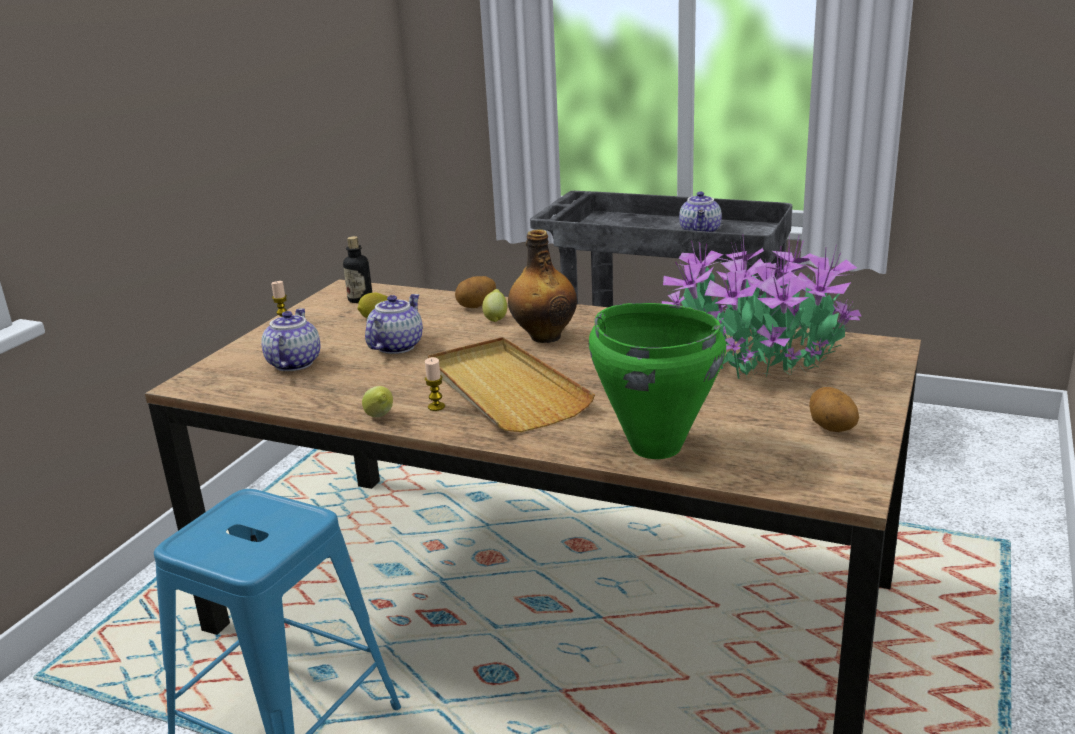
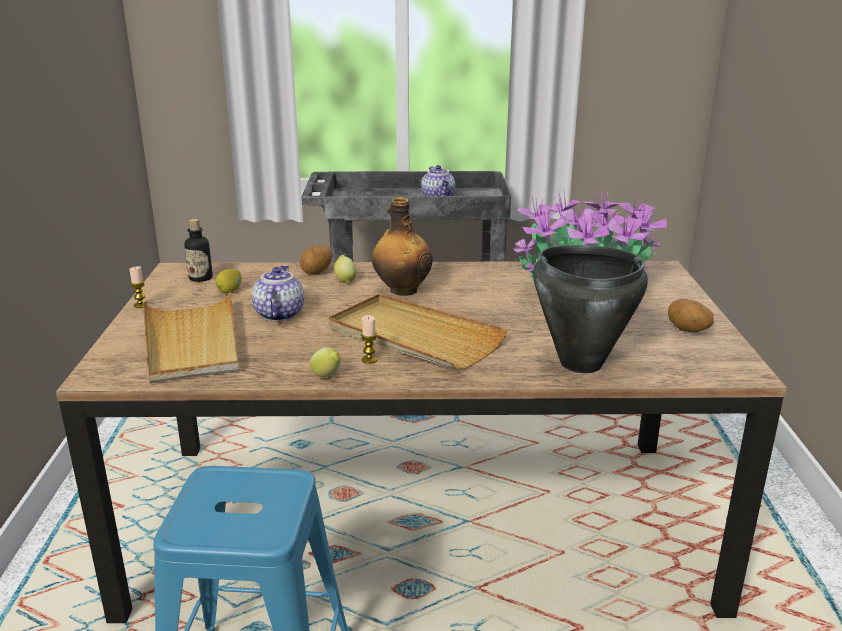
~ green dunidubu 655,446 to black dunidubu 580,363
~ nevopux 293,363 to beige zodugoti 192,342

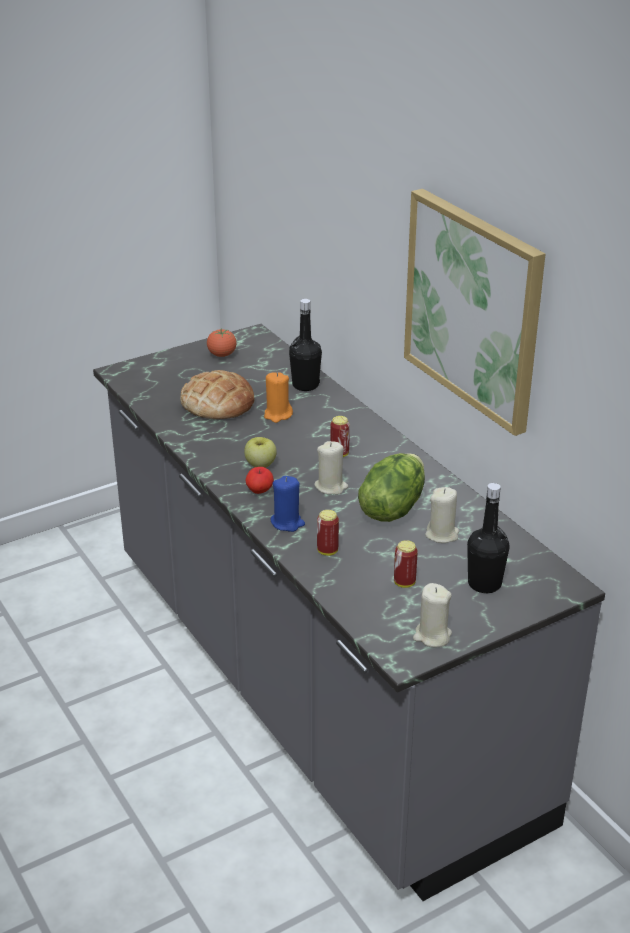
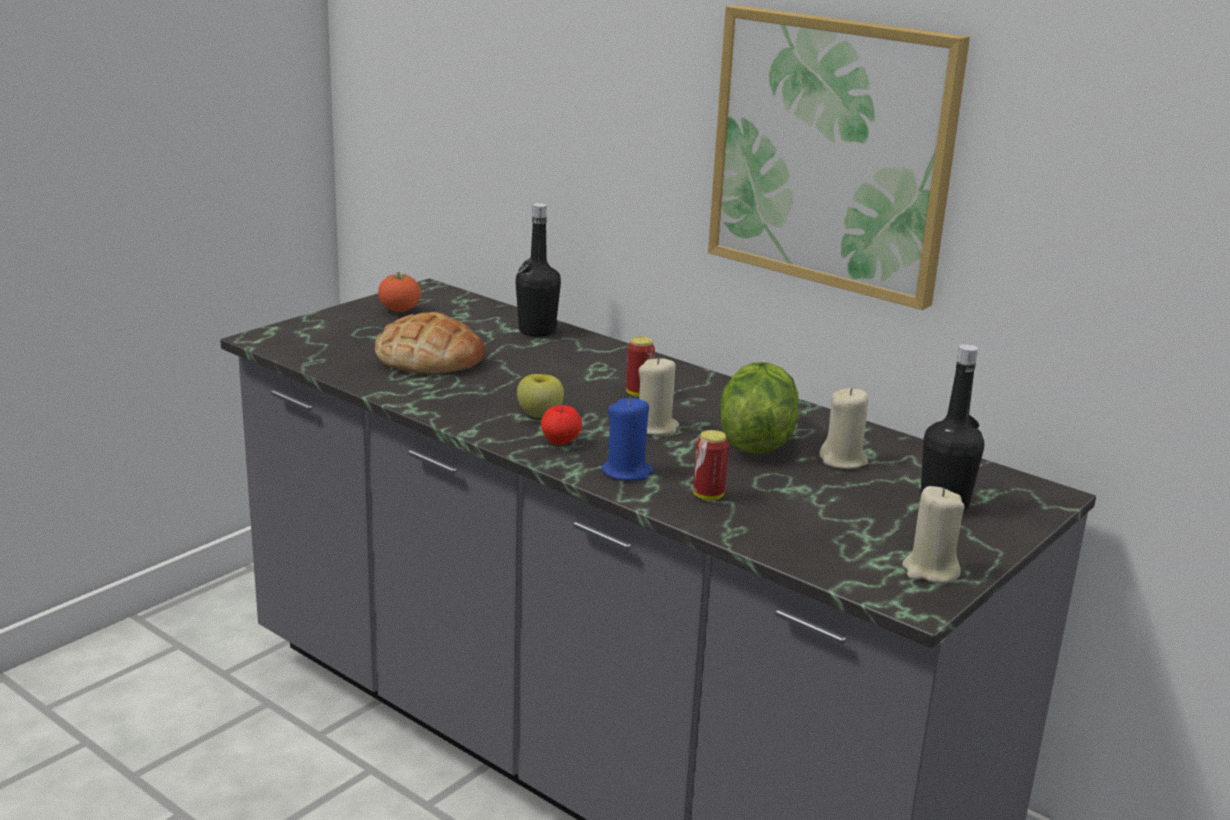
- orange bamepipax 277,415
- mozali 404,583

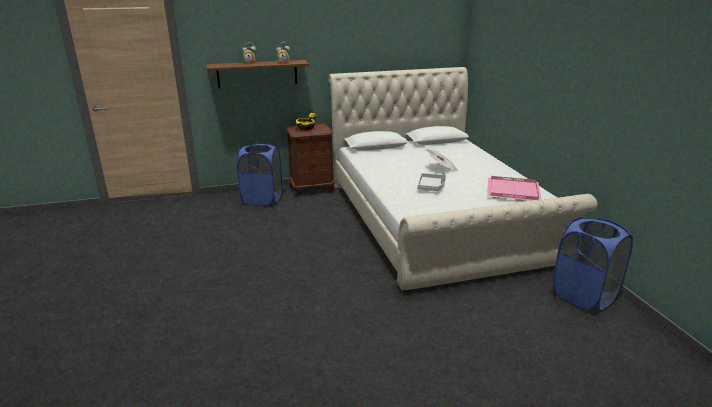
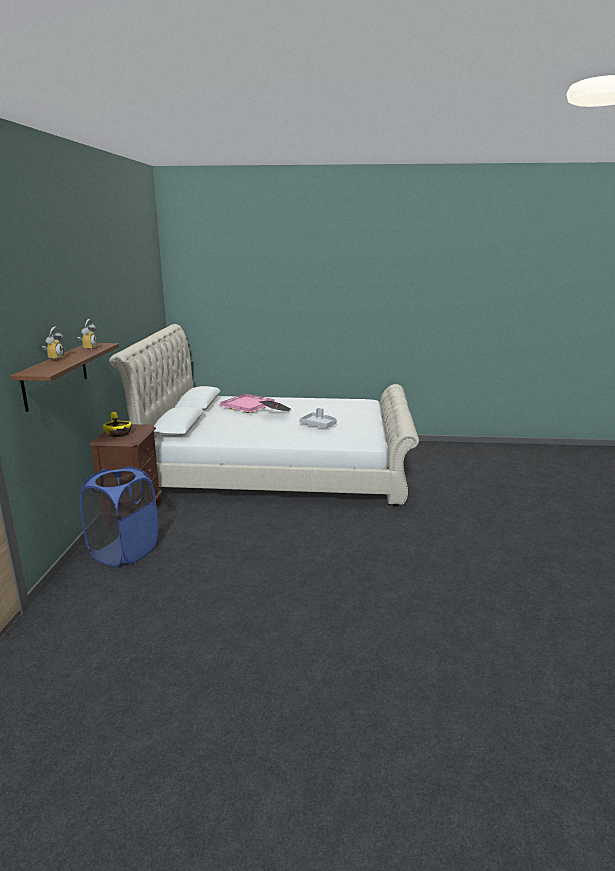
~ pink zodugoti 514,191 to 247,405
- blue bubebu 584,296

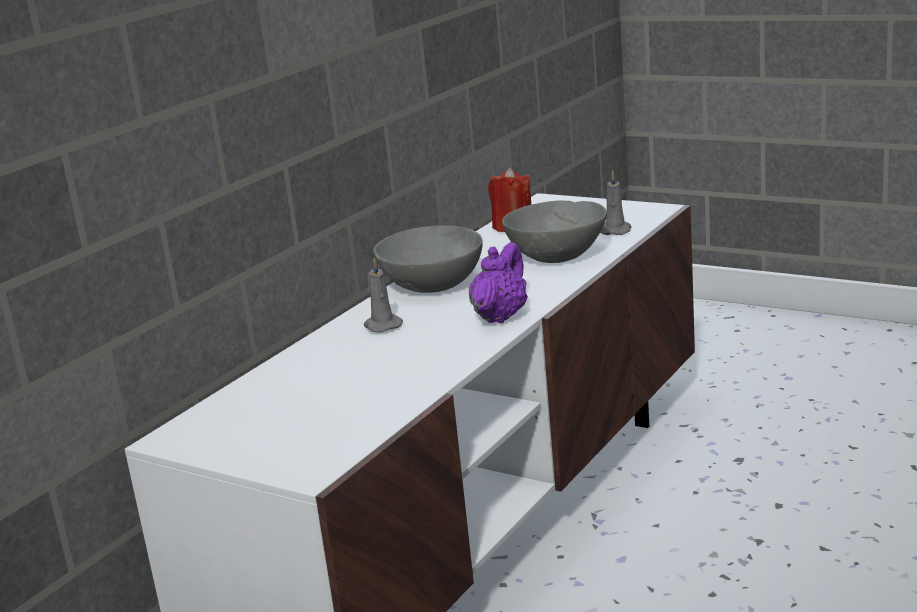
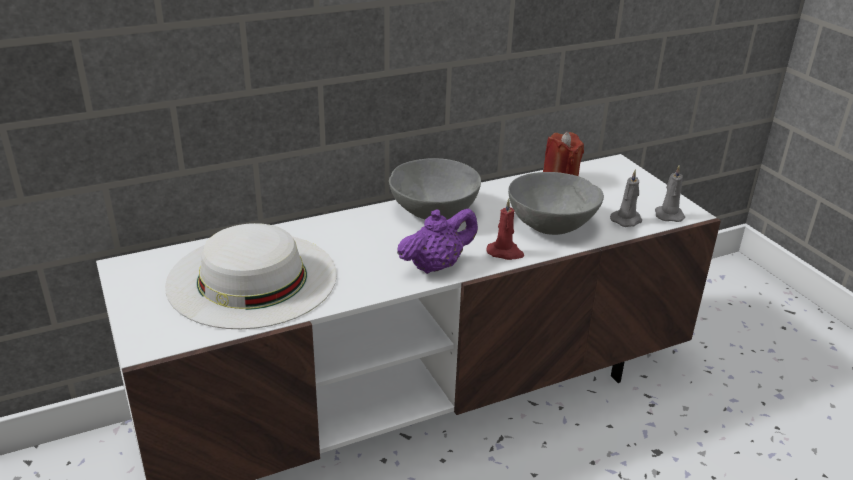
~ grey bamepipax 382,325 to 668,215
+ red bamepipax 505,252
+ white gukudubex 252,278

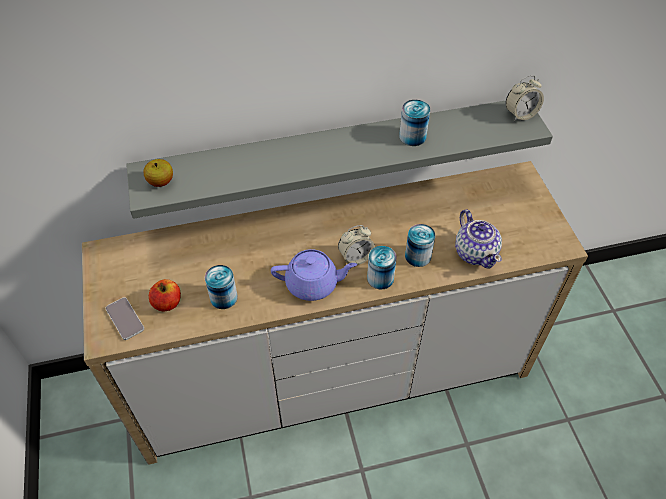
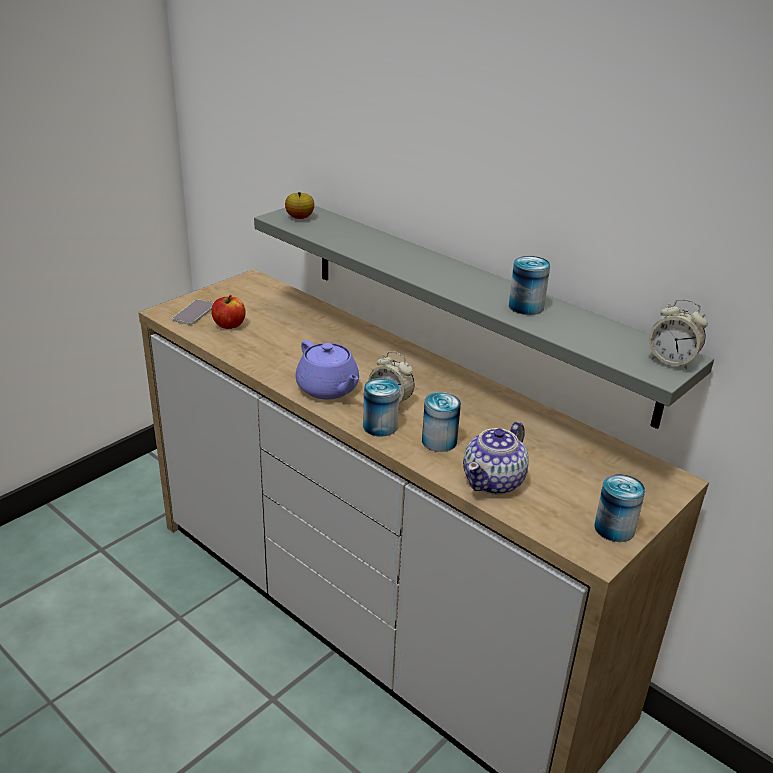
~ mozali 223,297 to 614,528

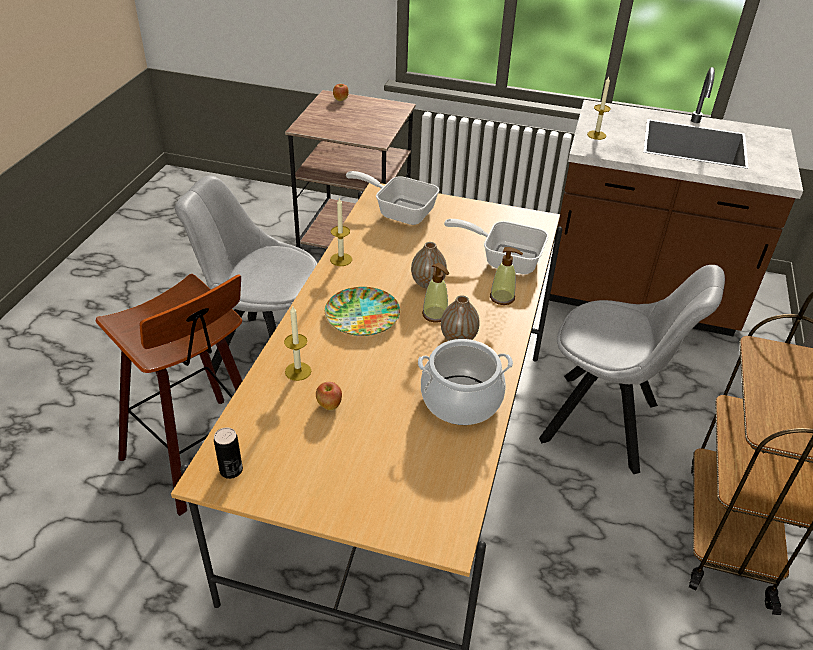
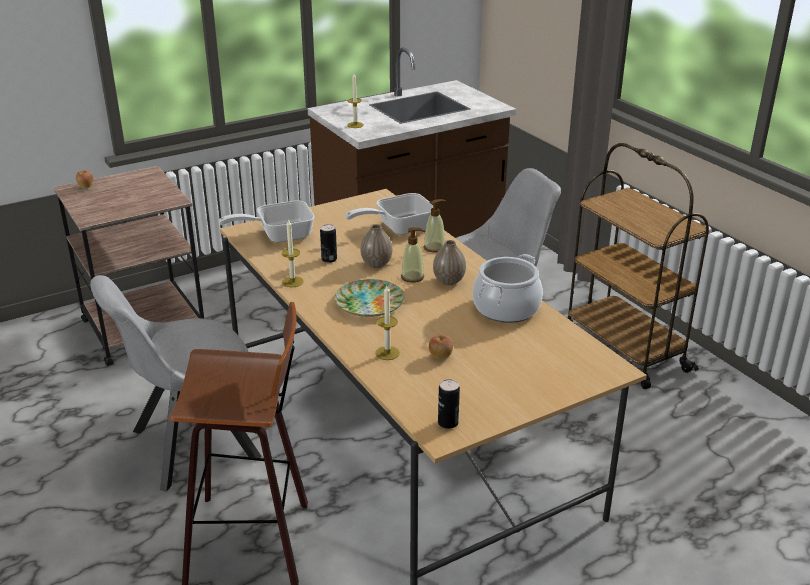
+ mozali 329,259

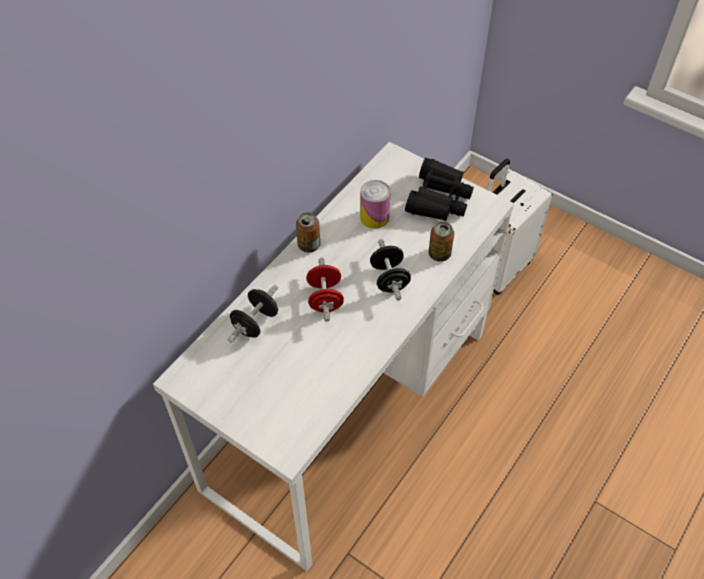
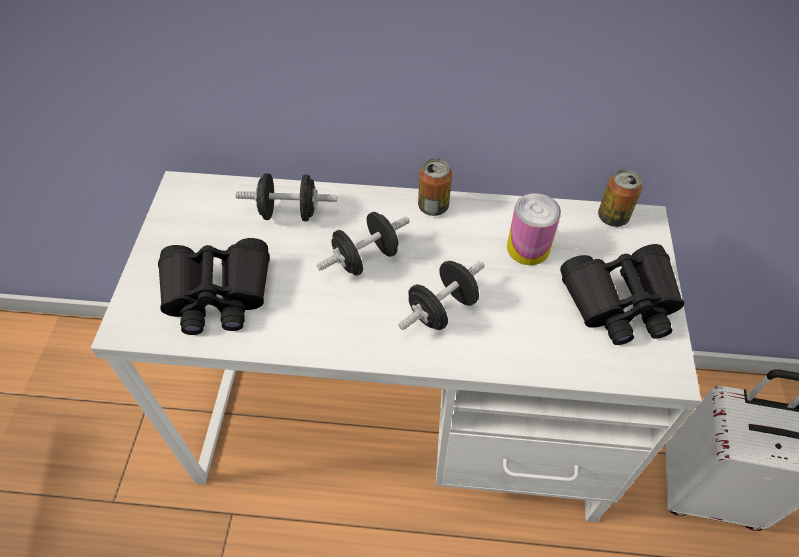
~ mozali 439,254 to 612,217
~ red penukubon 325,298 to black penukubon 365,258
+ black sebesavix 217,294

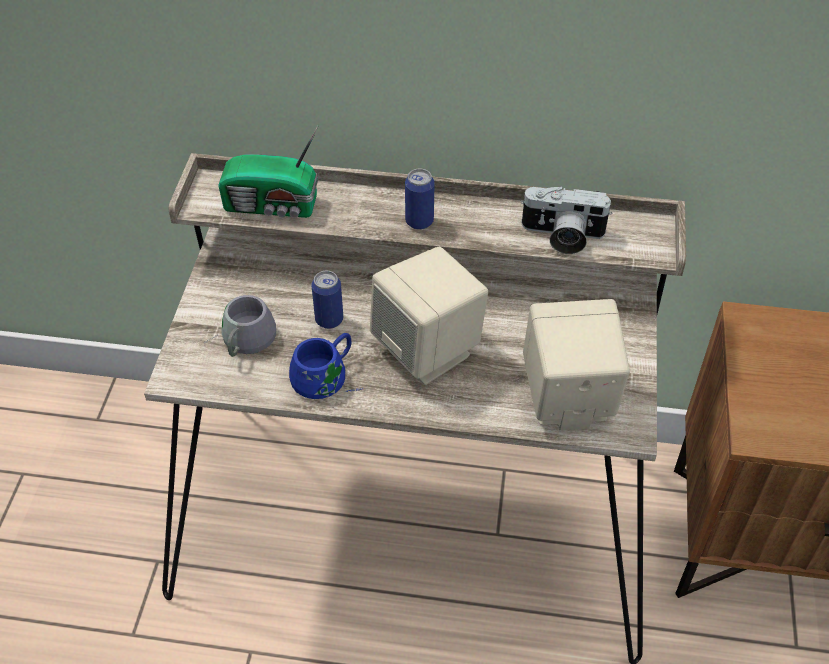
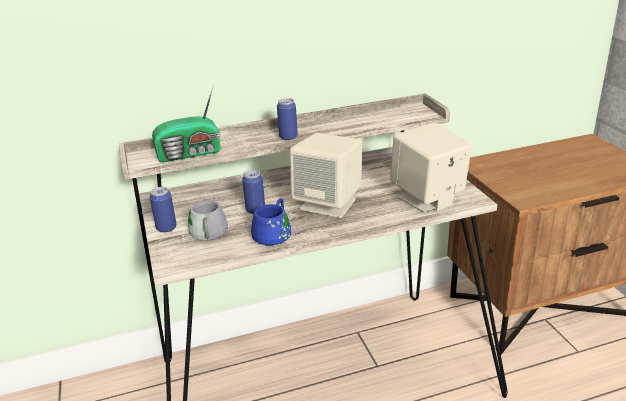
- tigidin 562,236
+ mozali 166,228

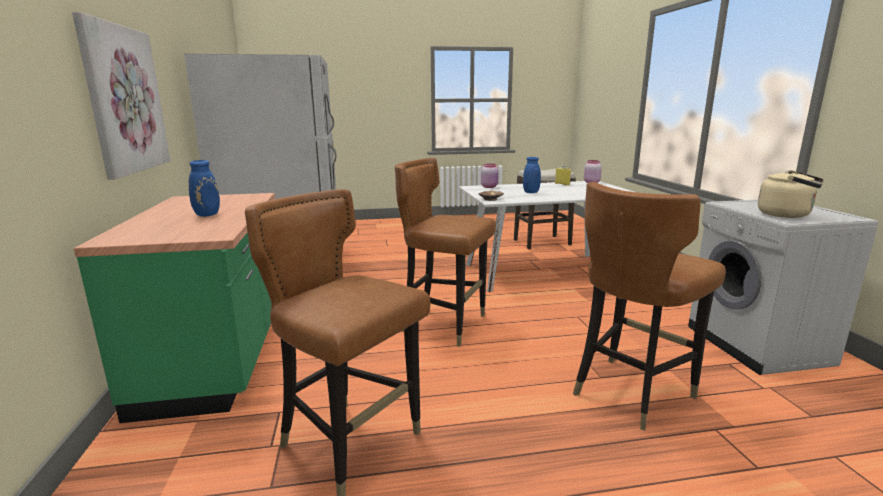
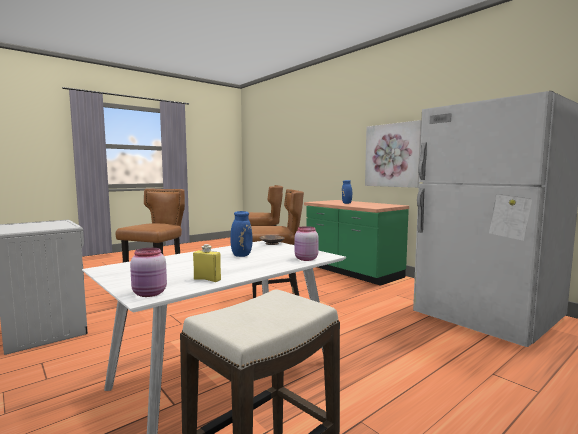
- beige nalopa 787,215

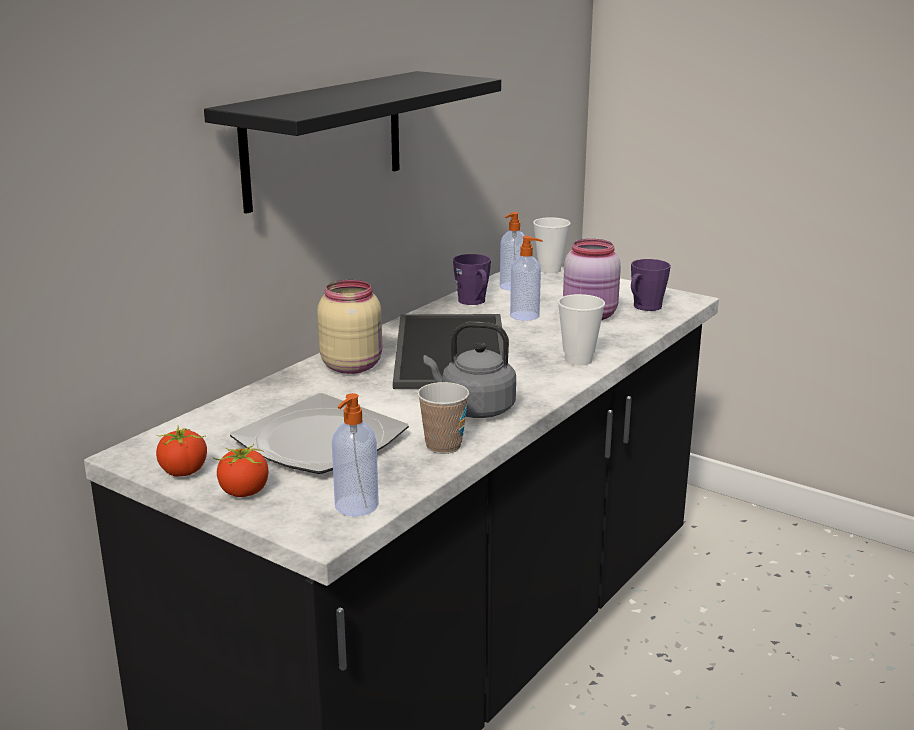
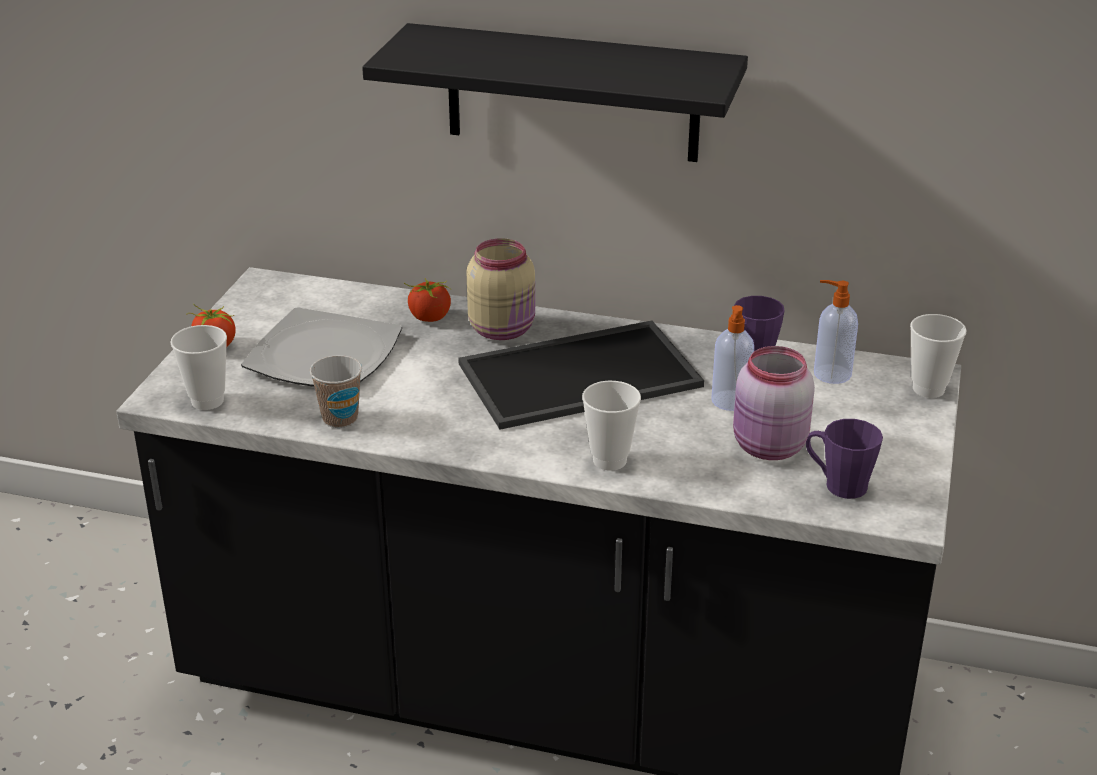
- grey nalopa 474,409
~ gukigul 355,506 to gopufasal 207,401
~ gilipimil 184,472 to 429,318

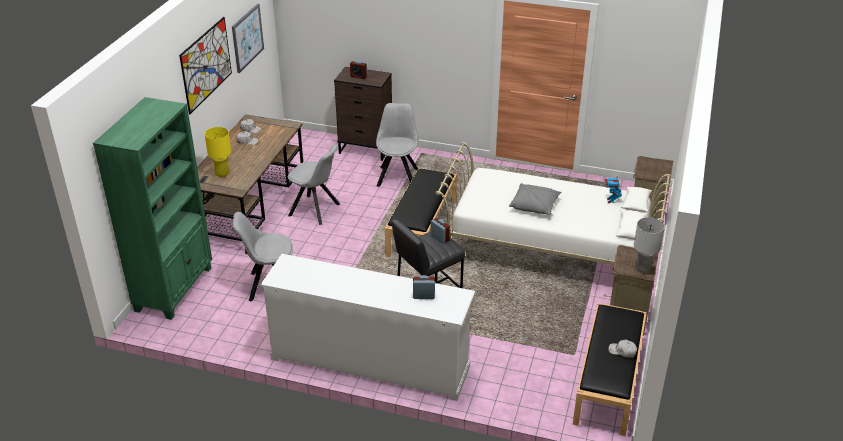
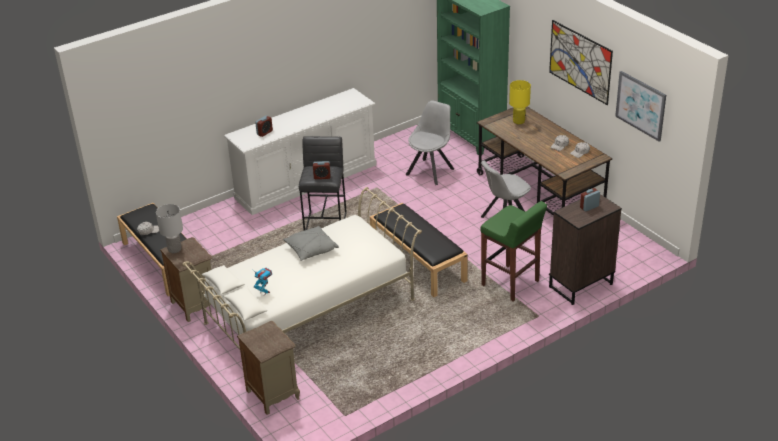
~ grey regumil 398,176 to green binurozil 511,284

